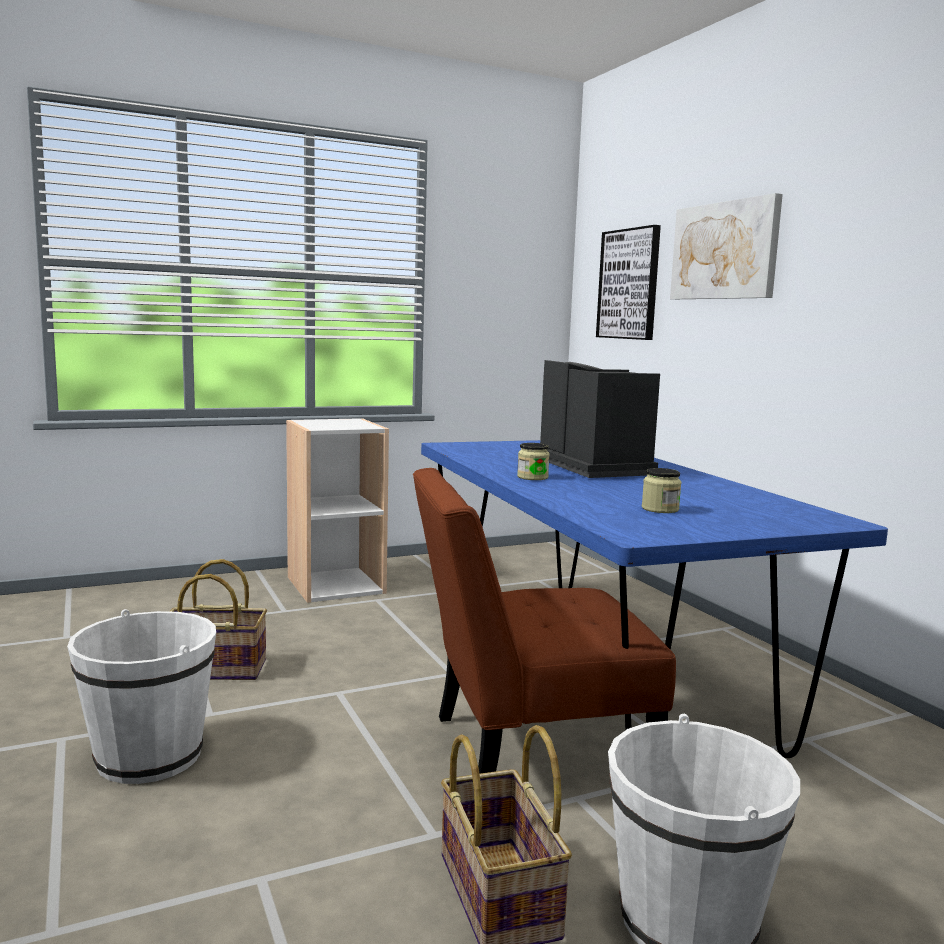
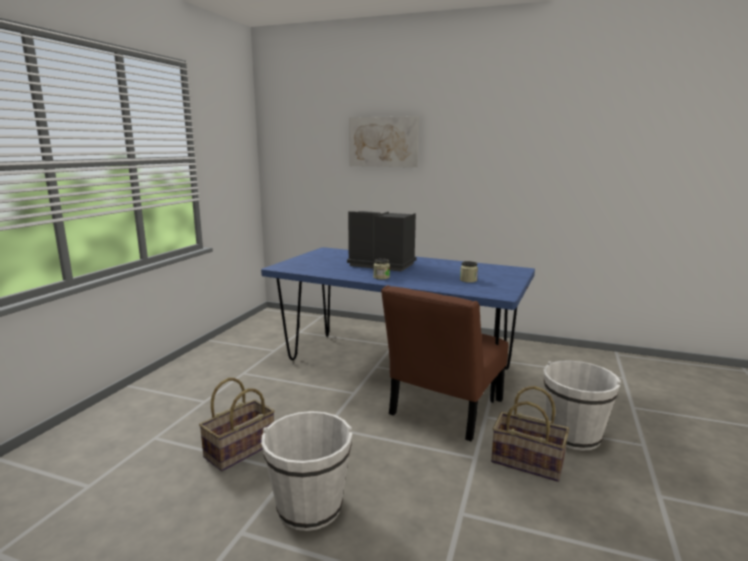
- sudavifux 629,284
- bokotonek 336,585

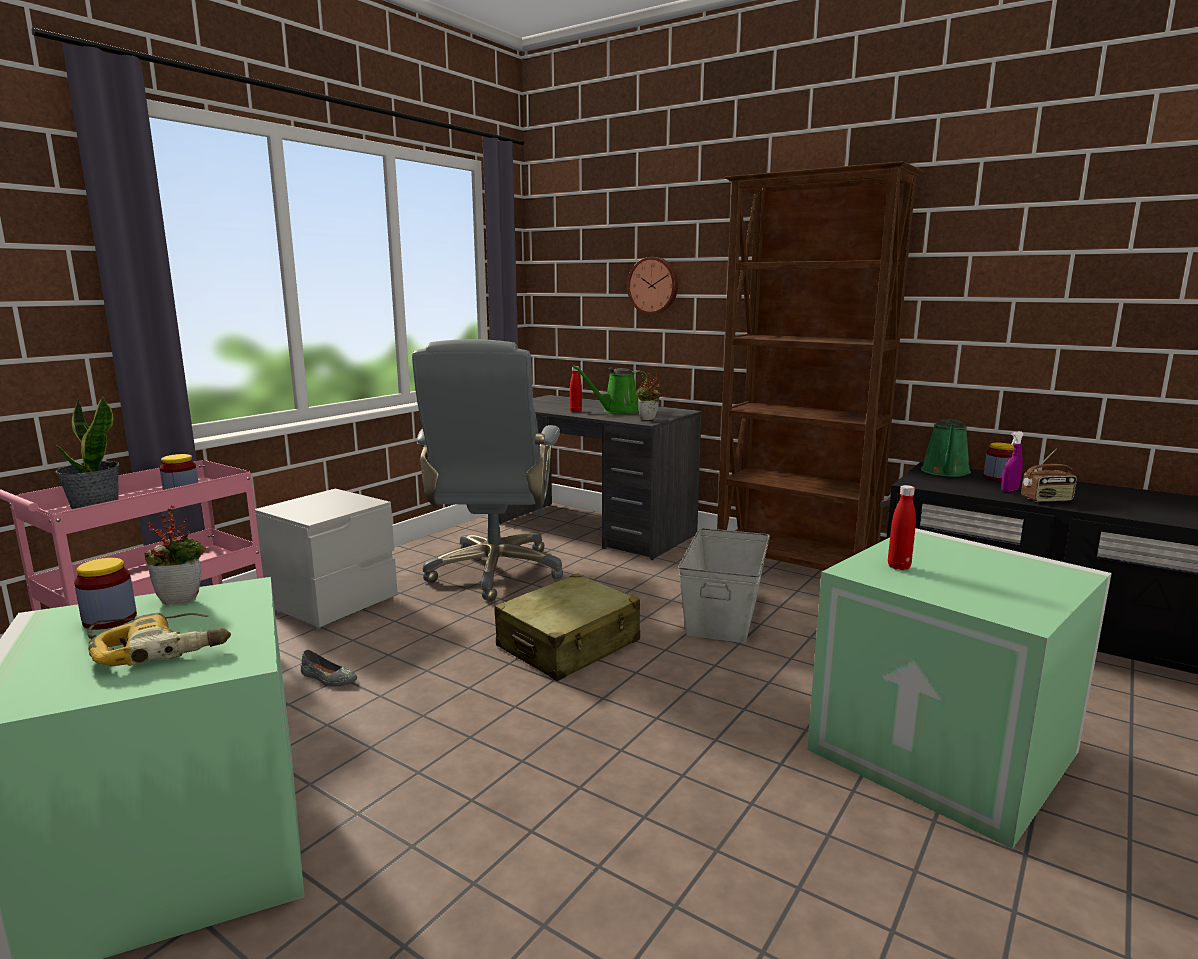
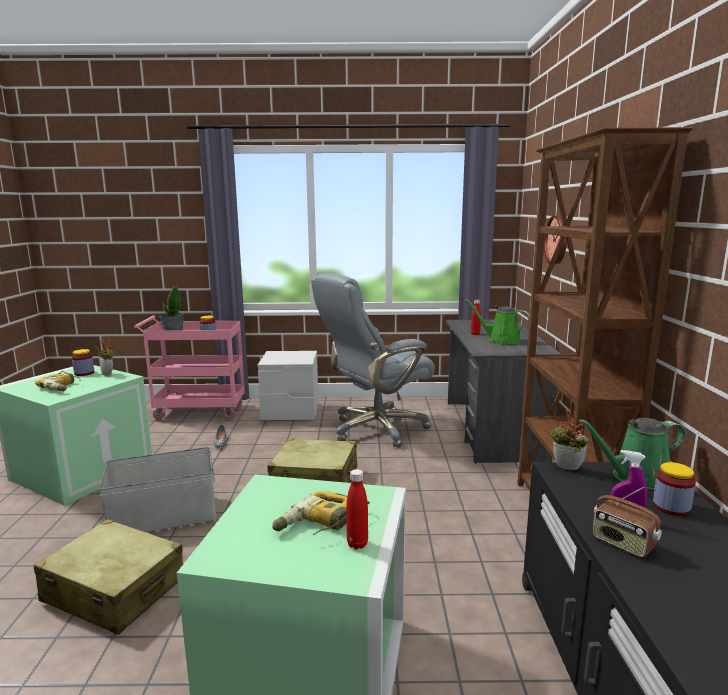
~ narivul 648,420 to 566,468
~ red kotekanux 899,567 to 357,544
~ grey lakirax 724,612 to 165,516
+ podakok 320,523
+ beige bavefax 114,590

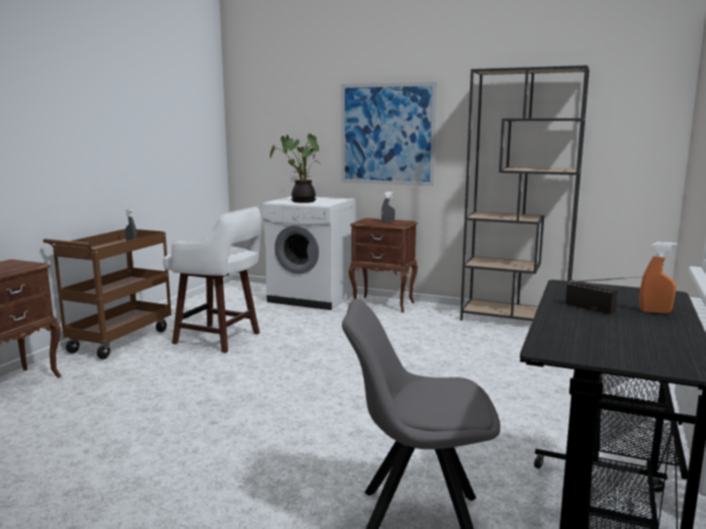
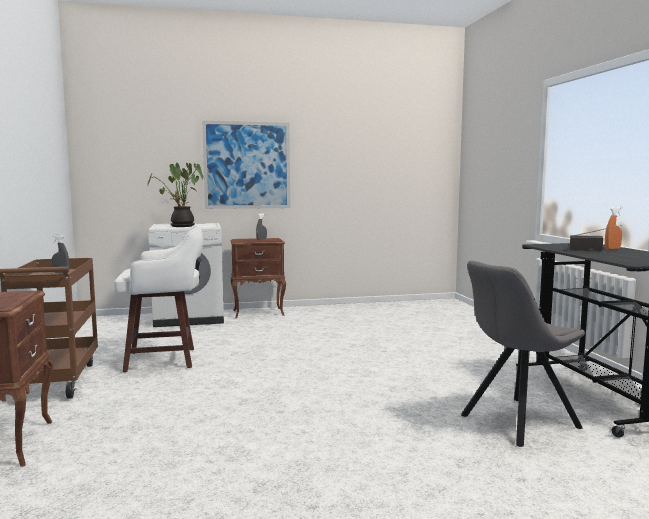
- bokotonek 515,319

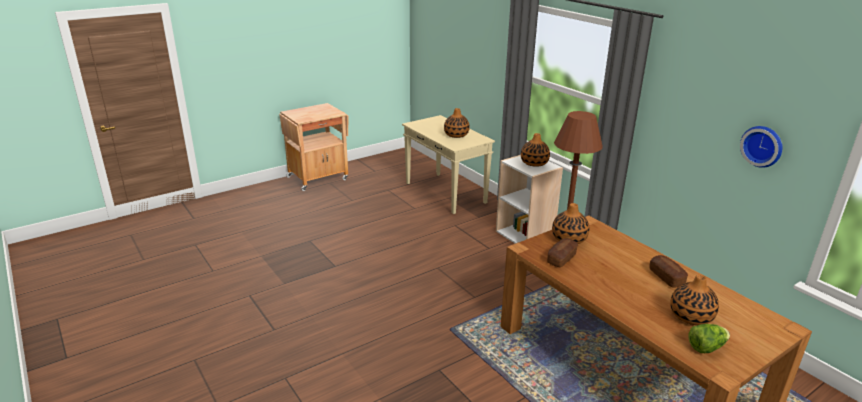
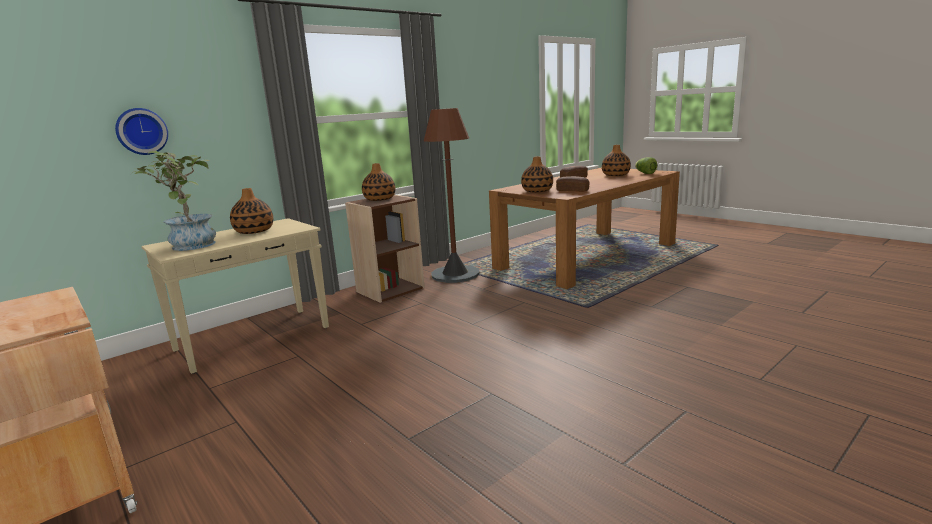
~ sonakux 762,146 to 141,131
~ white bokotonek 525,235 to brown bokotonek 390,289
+ narivul 189,244

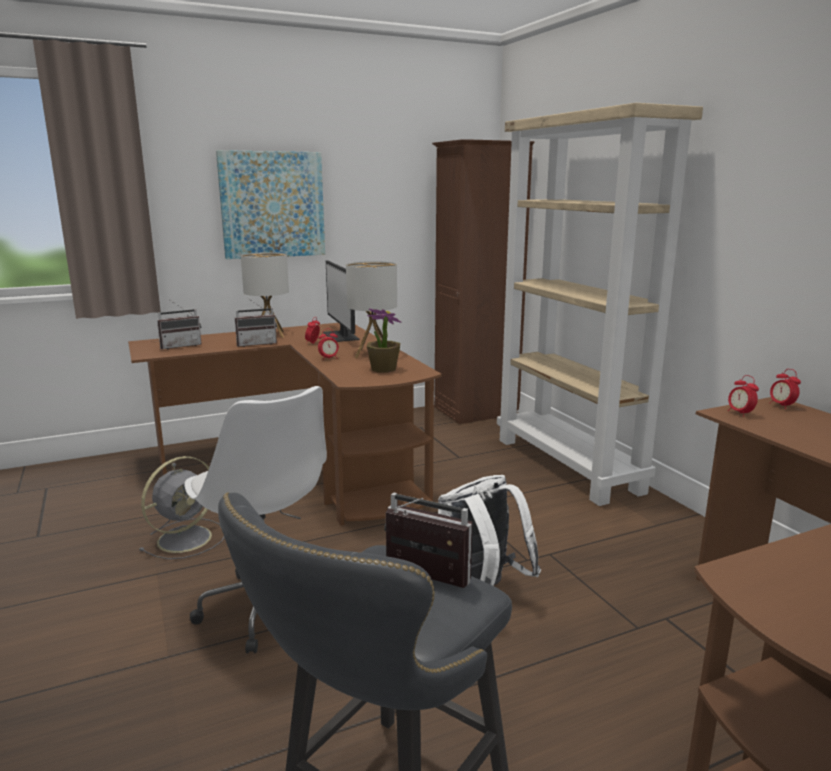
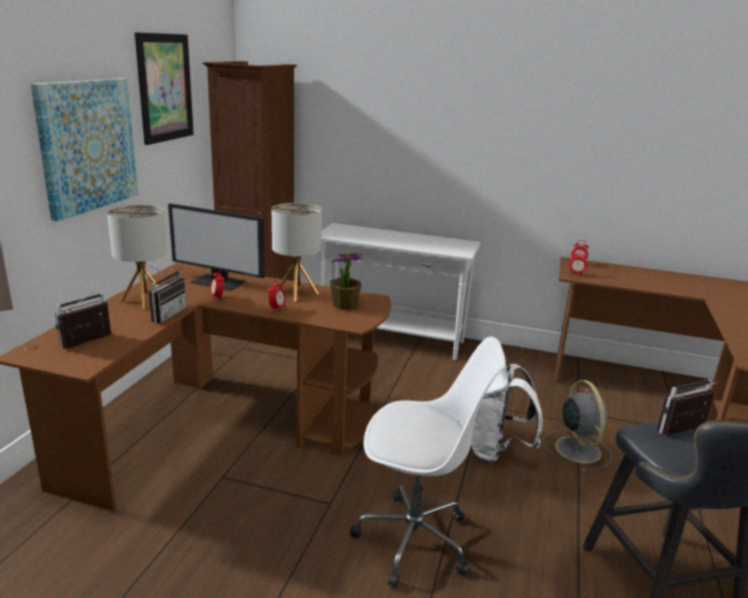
~ beige bokotonek 569,465 to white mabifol 392,339
~ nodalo 180,346 = 88,343 150 degrees counterclockwise
~ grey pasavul 187,538 to 576,448
+ sudavifux 165,88

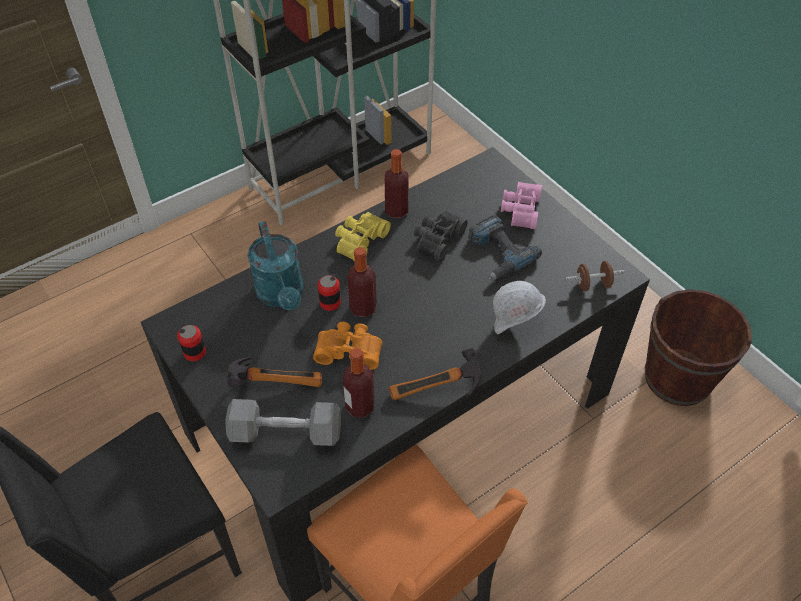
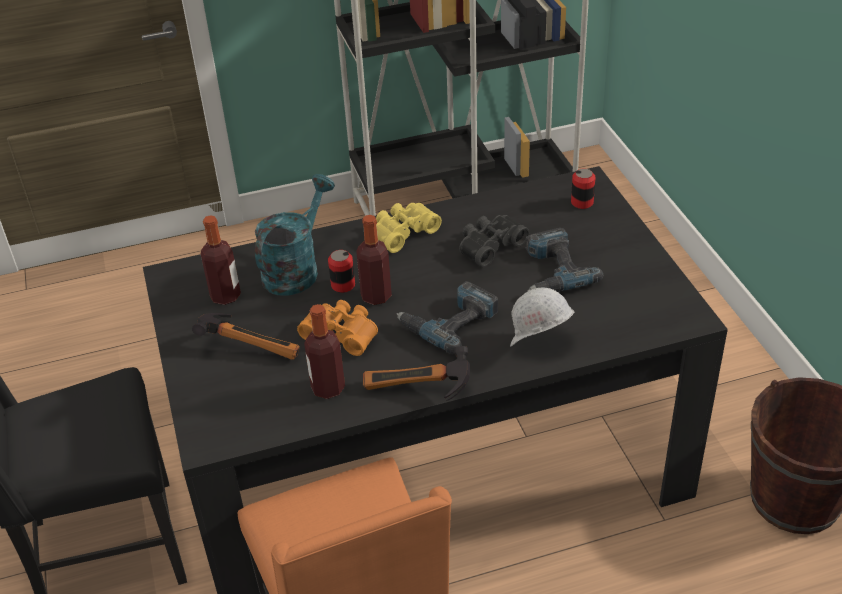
~ kotekanux 396,211 to 225,296
- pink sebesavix 519,210
~ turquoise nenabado 282,295 = 296,269 150 degrees counterclockwise
- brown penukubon 592,285
~ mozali 195,352 to 582,202
- grey penukubon 286,433
+ podakok 449,322

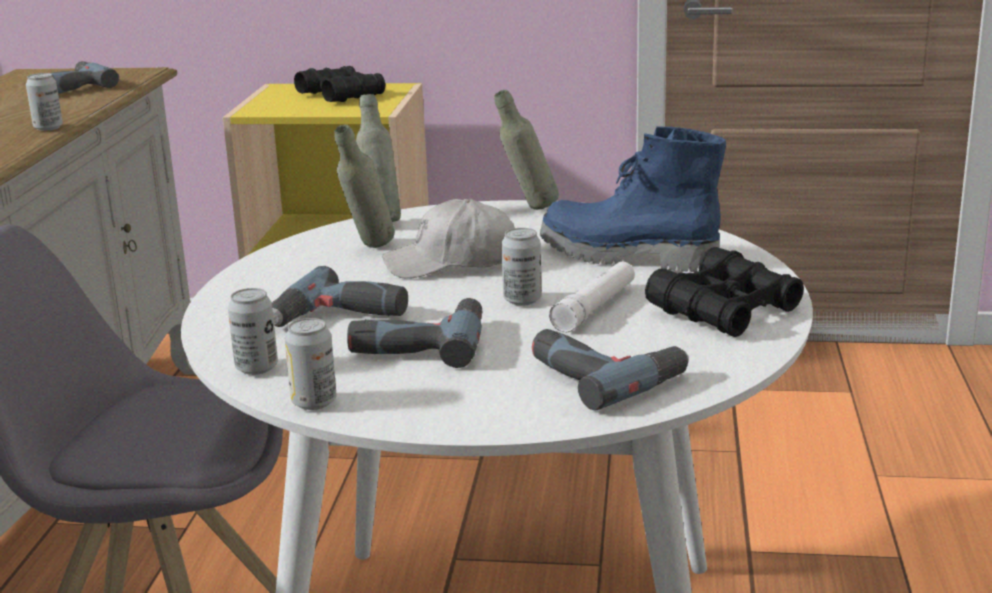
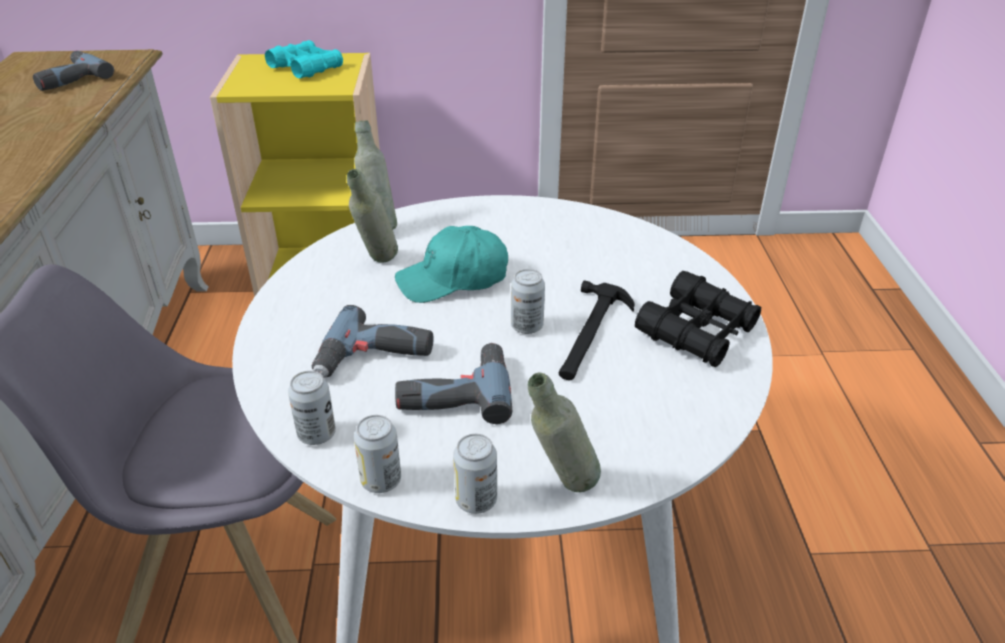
~ black sebesavix 341,95 to turquoise sebesavix 306,68
~ mozali 48,128 to 476,500
~ grey kotekanux 528,209 to 561,488
- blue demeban 626,257
~ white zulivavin 451,262 to turquoise zulivavin 453,279
~ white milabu 595,308 to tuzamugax 590,334
- podakok 605,374

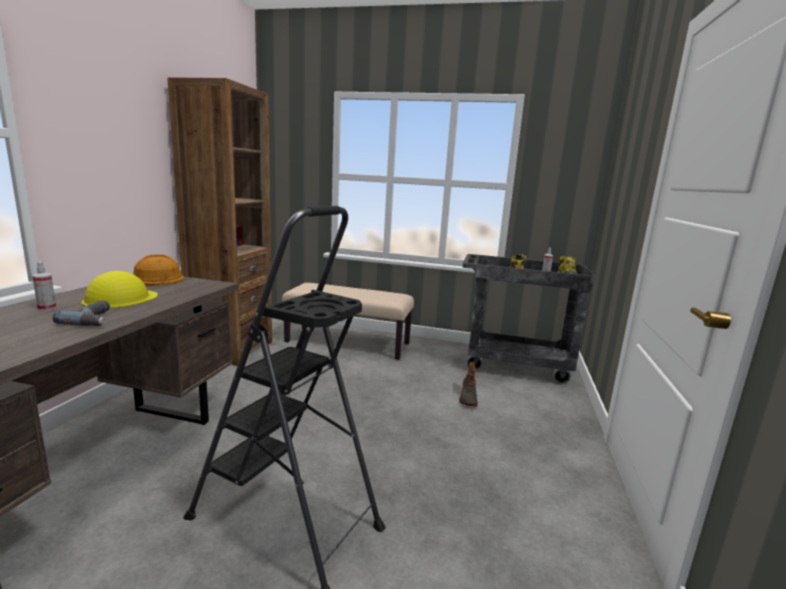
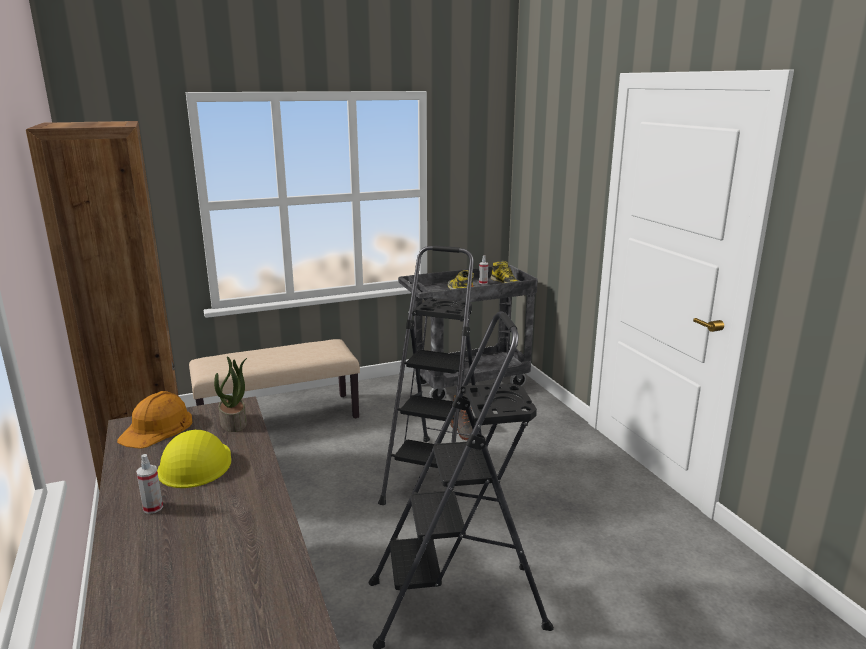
- podakok 95,319
+ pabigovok 436,473
+ narivul 234,423

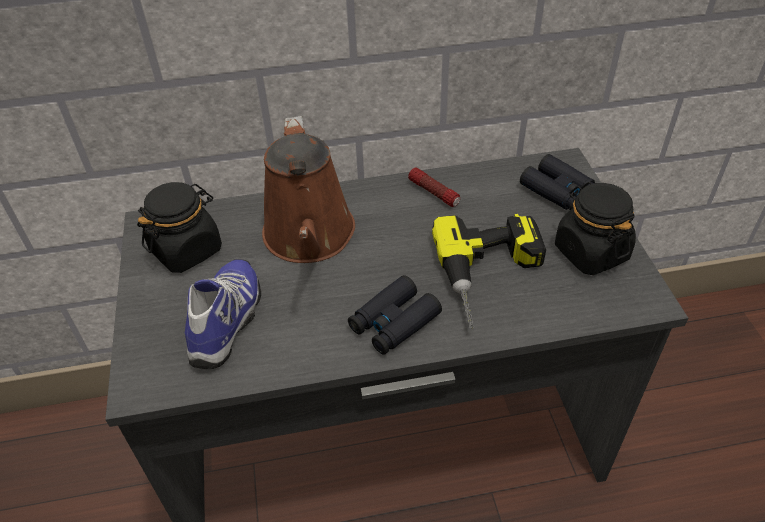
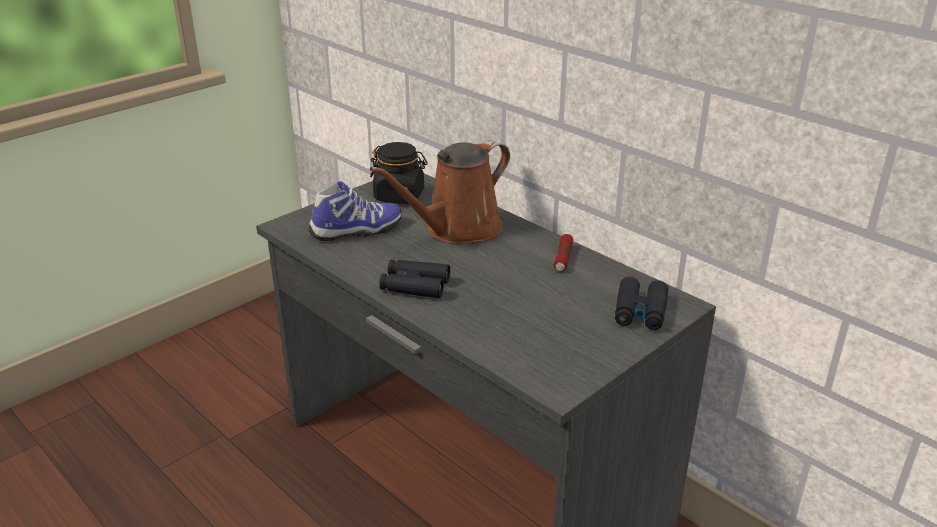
- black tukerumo 590,252
- podakok 493,276

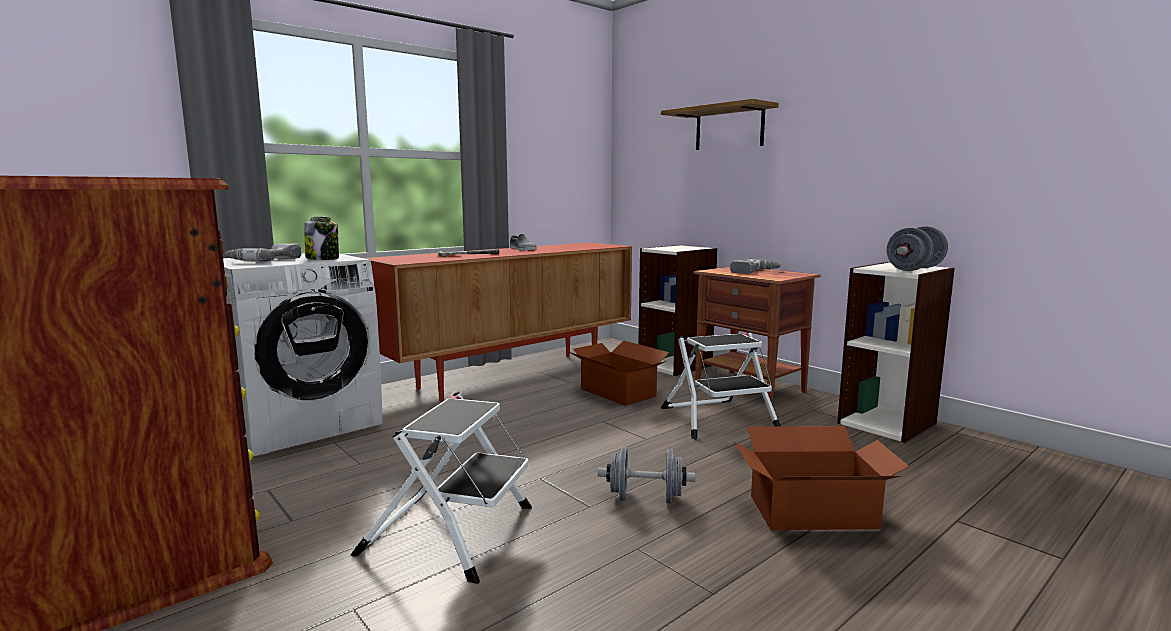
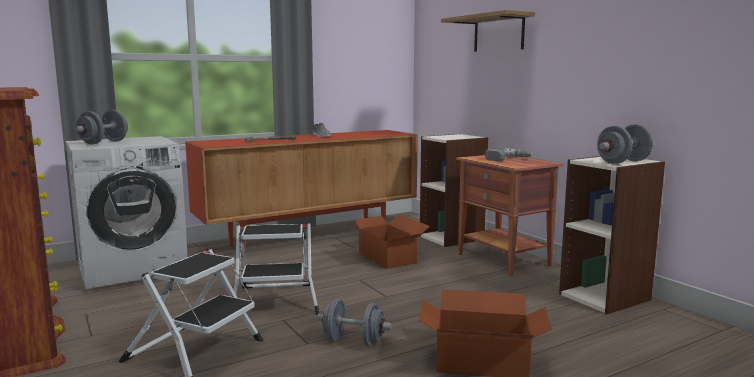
- tukerumo 323,259
~ podakok 264,260 to grey penukubon 104,142
~ pabigovok 717,419 to 276,301

